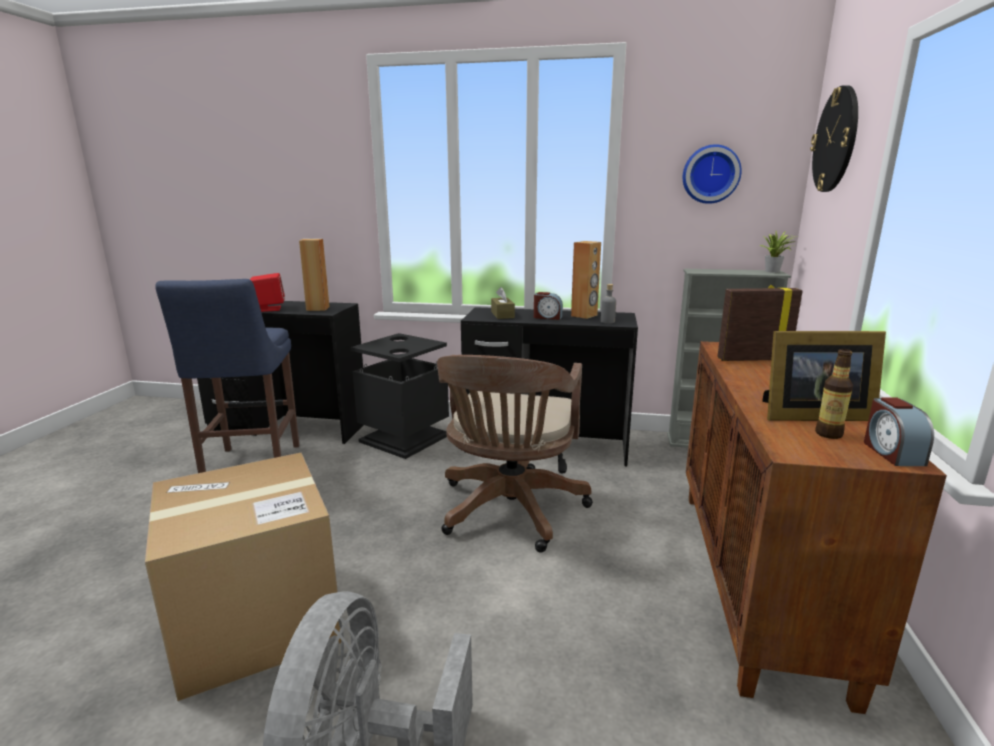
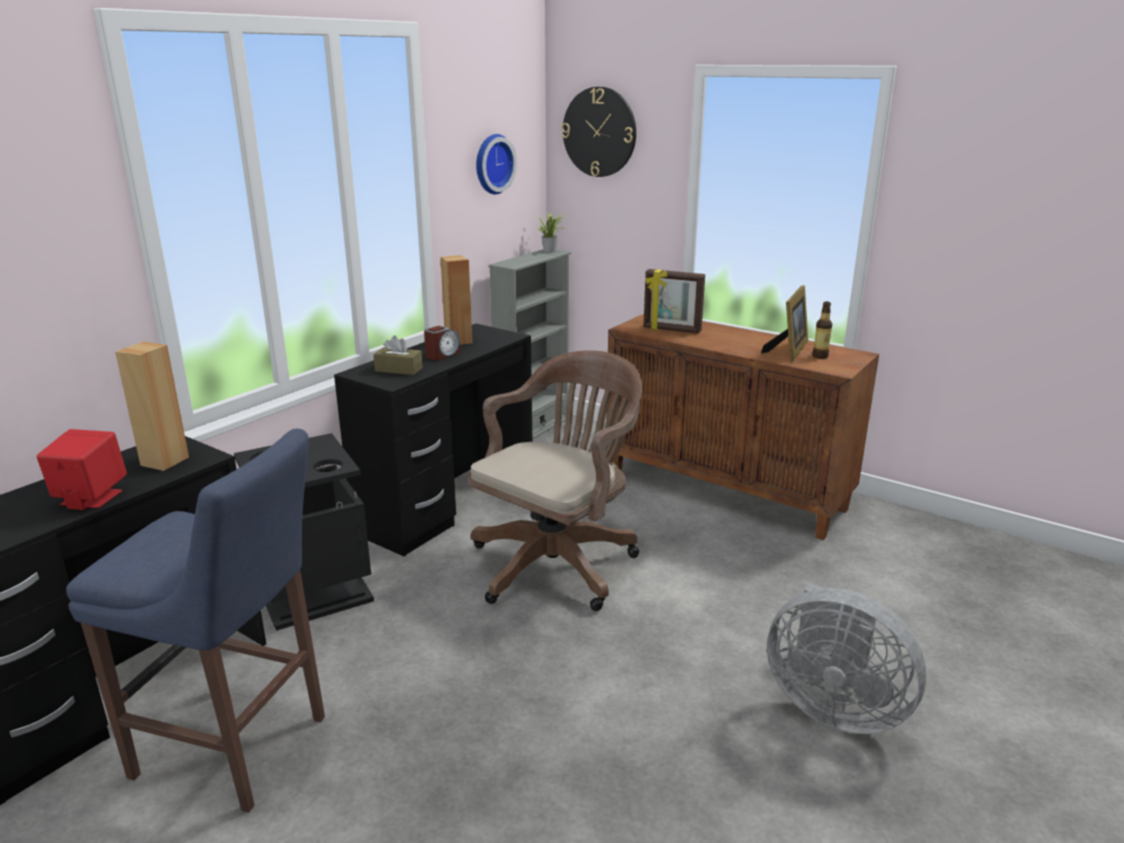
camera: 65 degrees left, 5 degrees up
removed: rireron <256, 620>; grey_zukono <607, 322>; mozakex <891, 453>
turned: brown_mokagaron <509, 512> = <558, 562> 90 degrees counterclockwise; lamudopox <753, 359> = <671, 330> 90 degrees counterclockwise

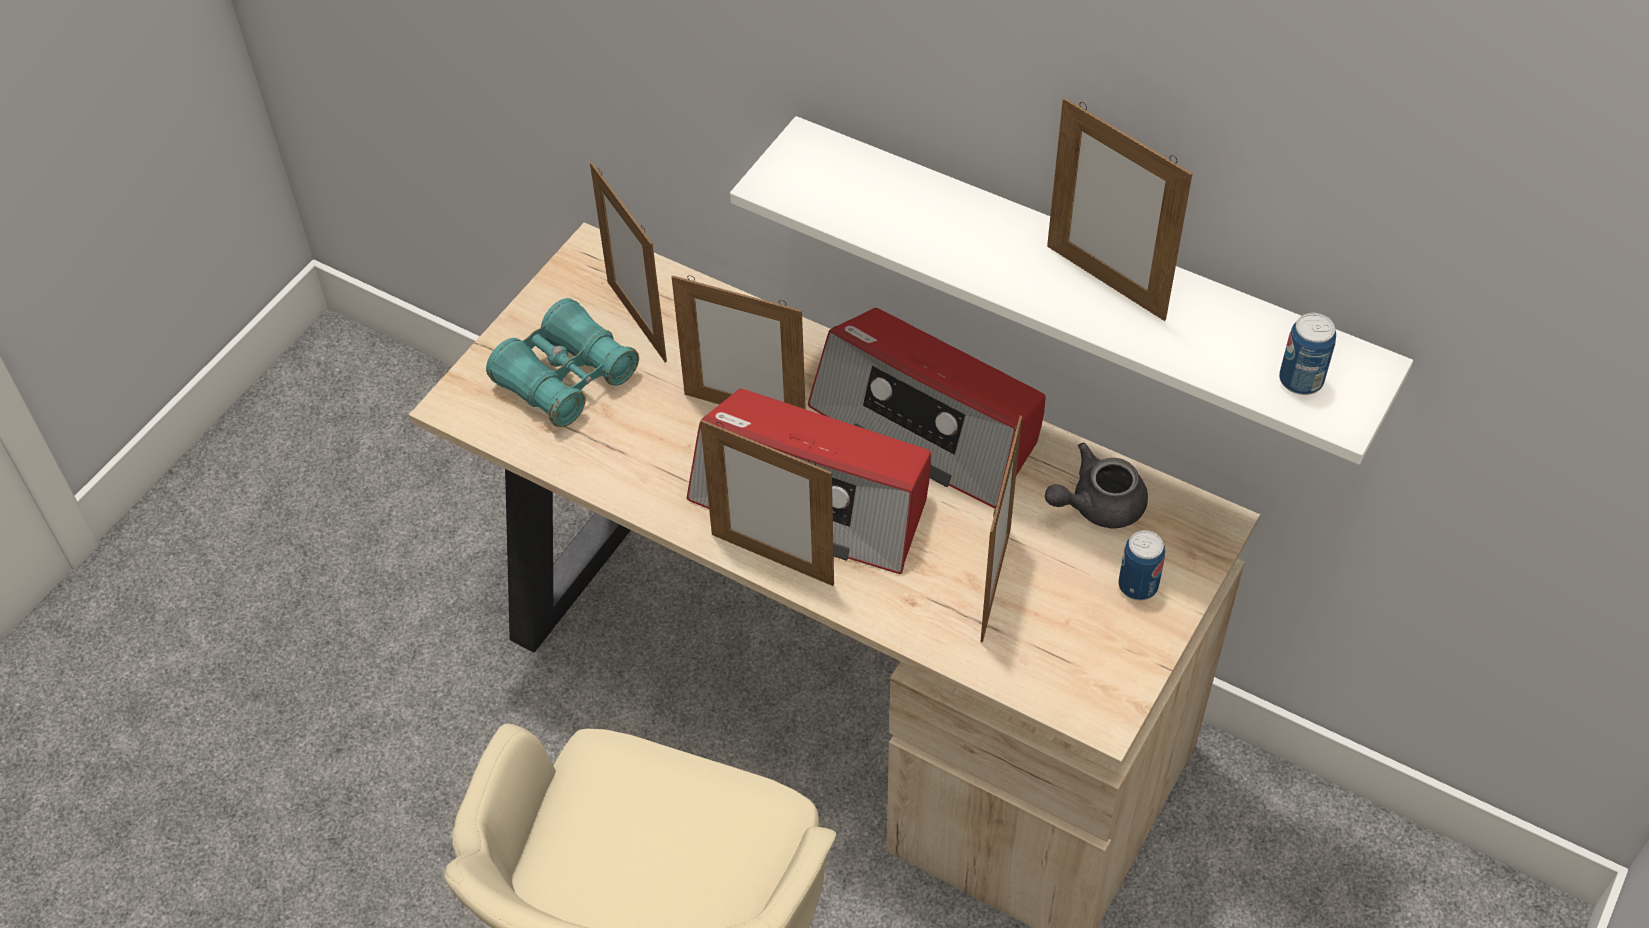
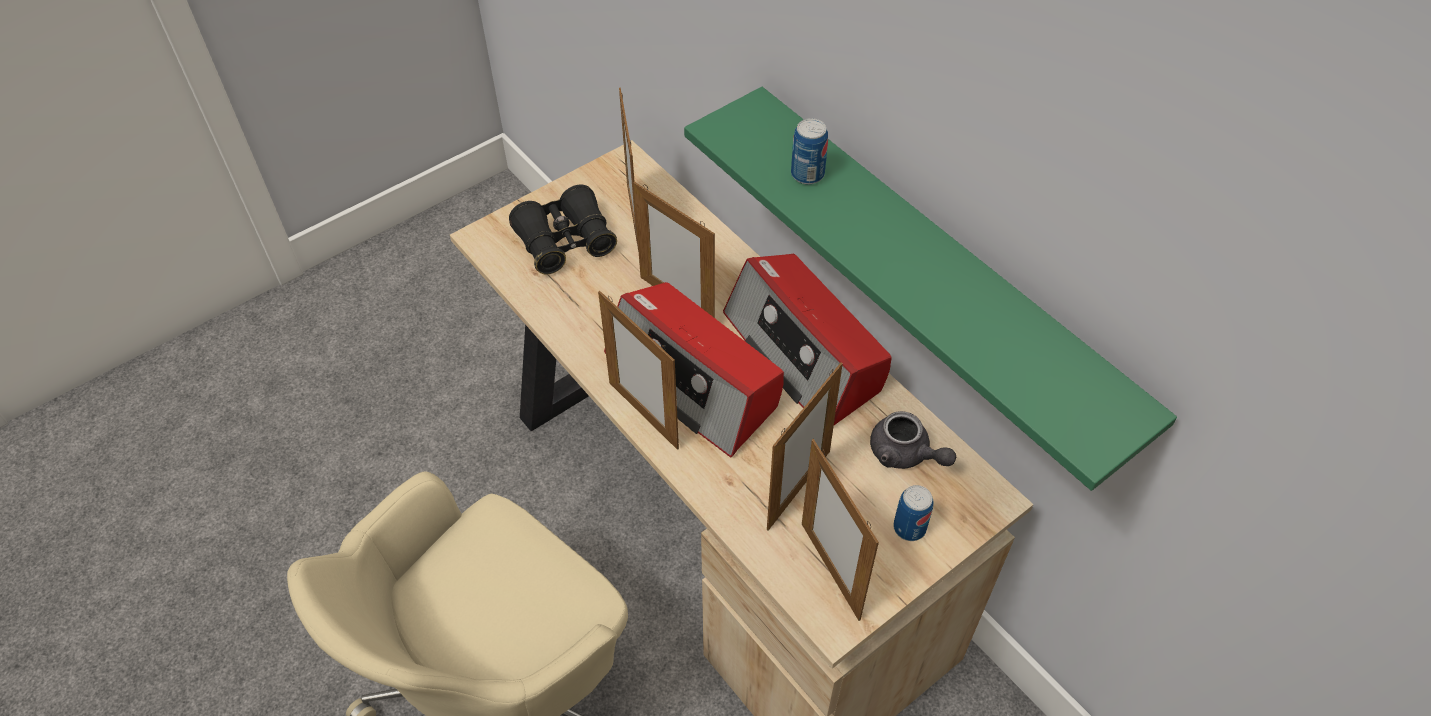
camera: 20 degrees right, 0 degrees up
moved: lamudopox <1105, 282> to <830, 570>; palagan <1301, 380> to <807, 174>
recoloured: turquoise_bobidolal <566, 378> to black_bobidolal <565, 241>; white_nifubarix <1081, 281> to green_nifubarix <935, 273>
turned: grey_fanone <1097, 505> = <905, 454> 135 degrees counterclockwise

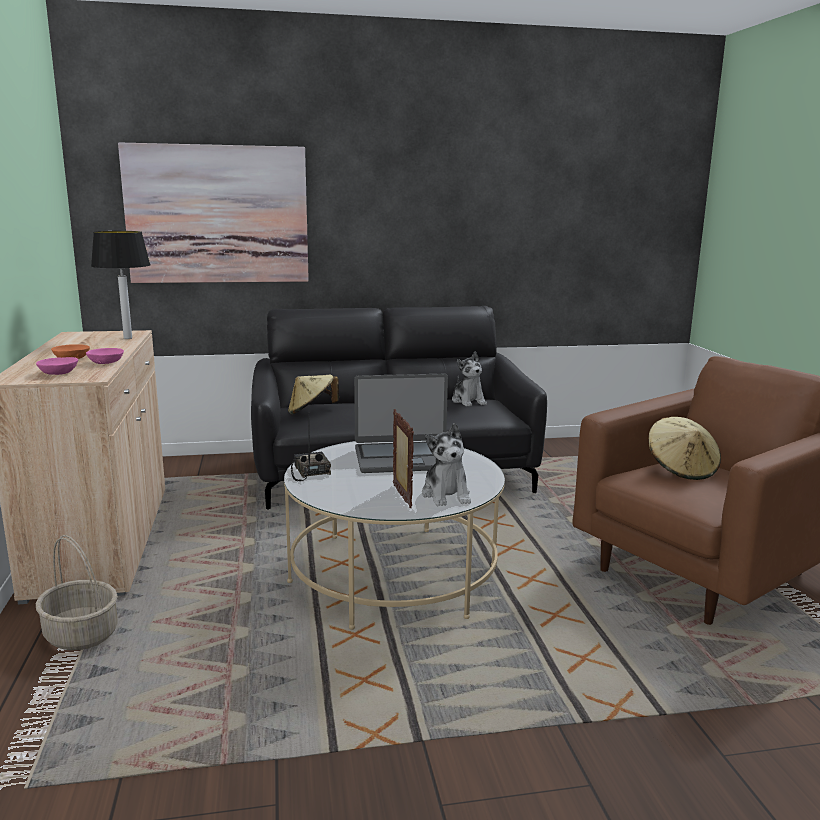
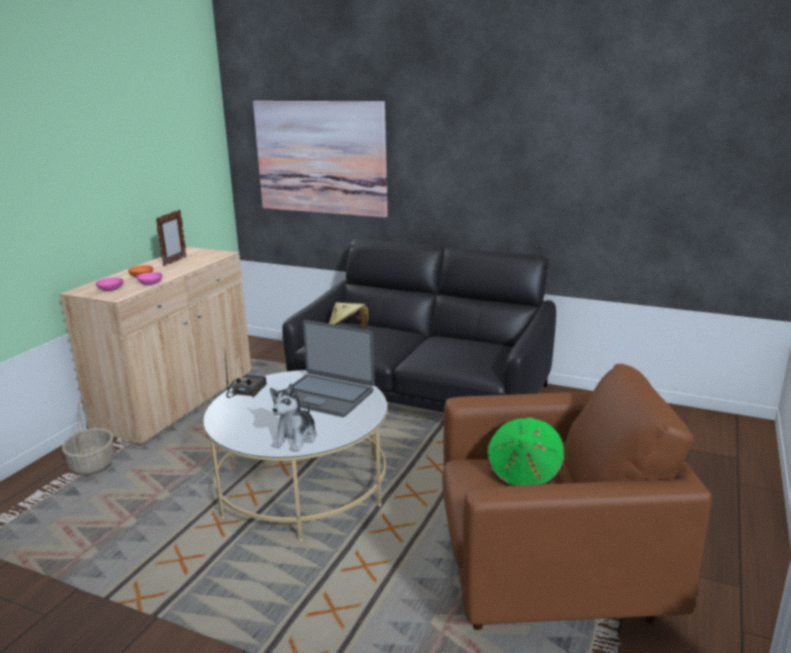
camera: 35 degrees right, 5 degrees up
removed: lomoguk <127, 338>; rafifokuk <468, 401>
moved: lamudopox <401, 497> to <174, 261>
recoloured: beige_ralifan <681, 469> to green_ralifan <524, 473>

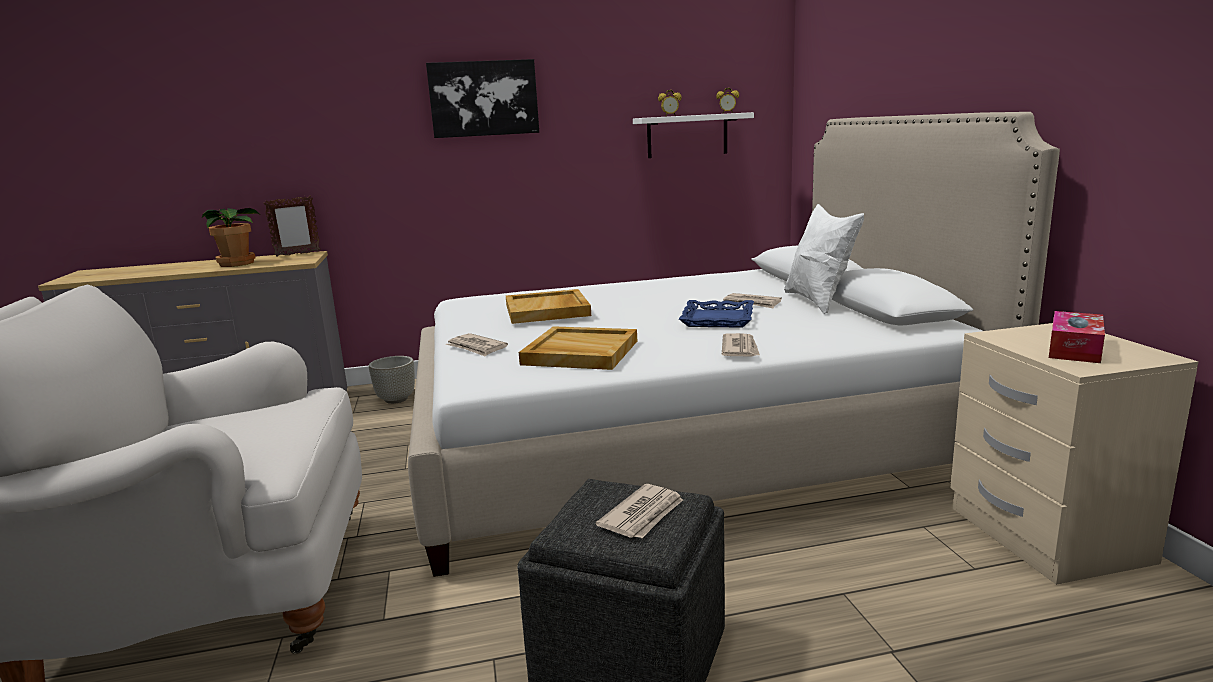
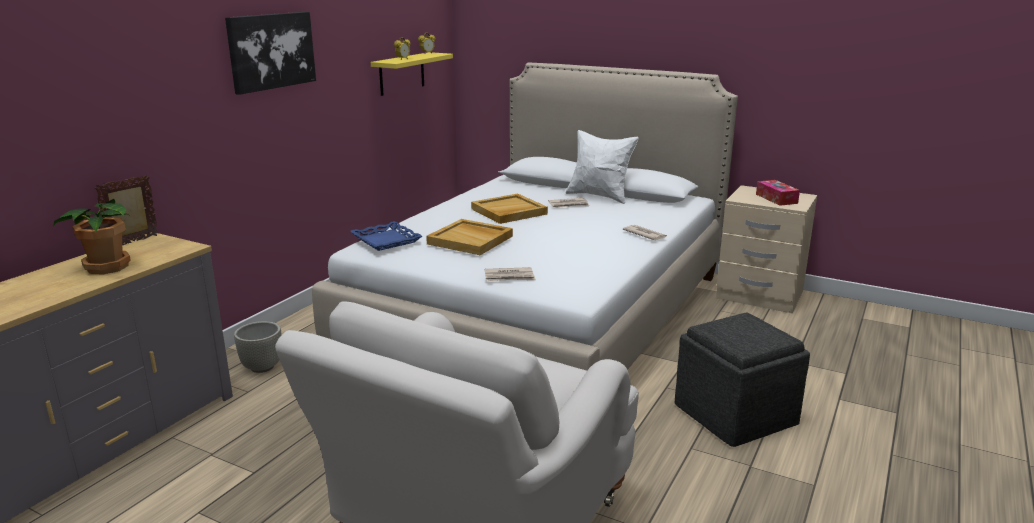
camera: 50 degrees left, 5 degrees up
removed: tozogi <643, 515>
moved: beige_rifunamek <579, 353> to <508, 212>; blue_rifunamek <717, 319> to <385, 240>
recoloured: white_nifubarix <687, 135> to yellow_nifubarix <402, 73>
turned: lamudopox <297, 254> = <134, 242> 150 degrees counterclockwise

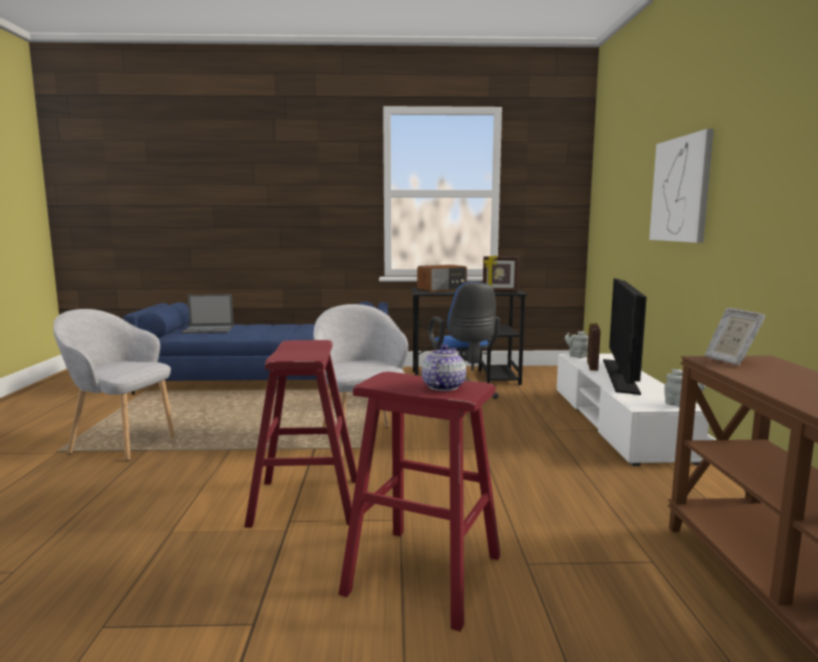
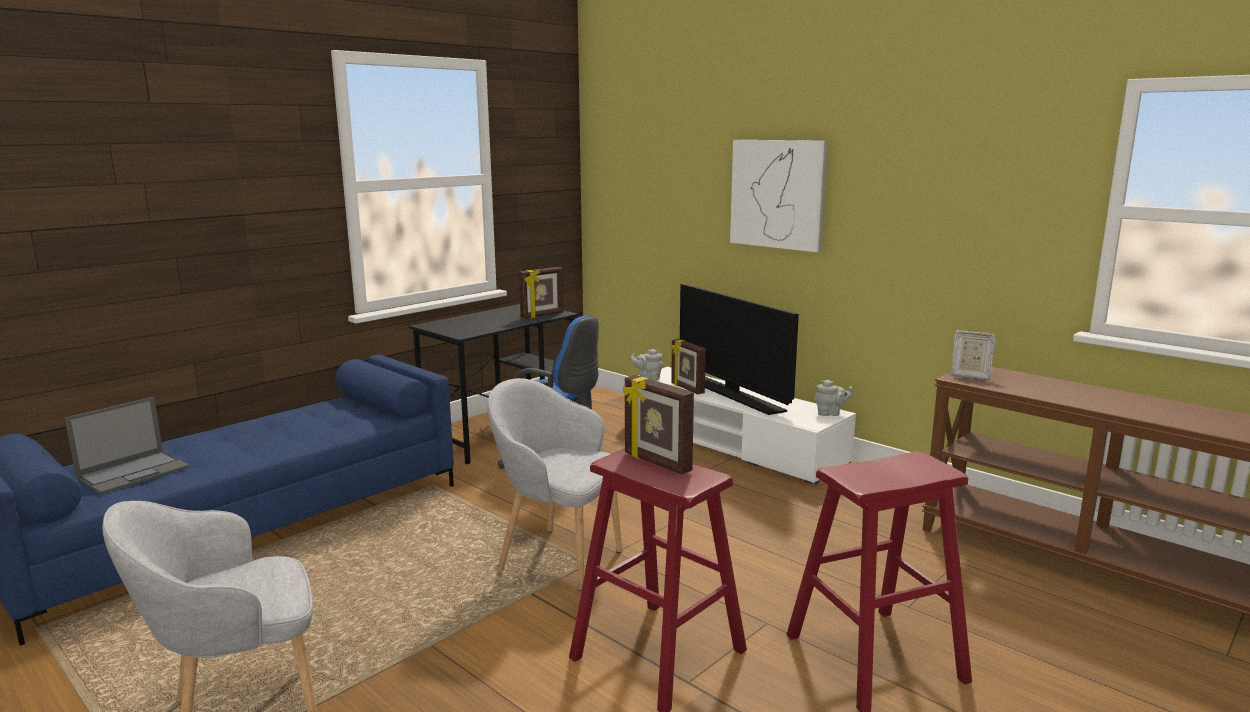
camera: 45 degrees left, 5 degrees up
removed: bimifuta <442, 290>; fanone <442, 387>
added: lamudopox <656, 462>

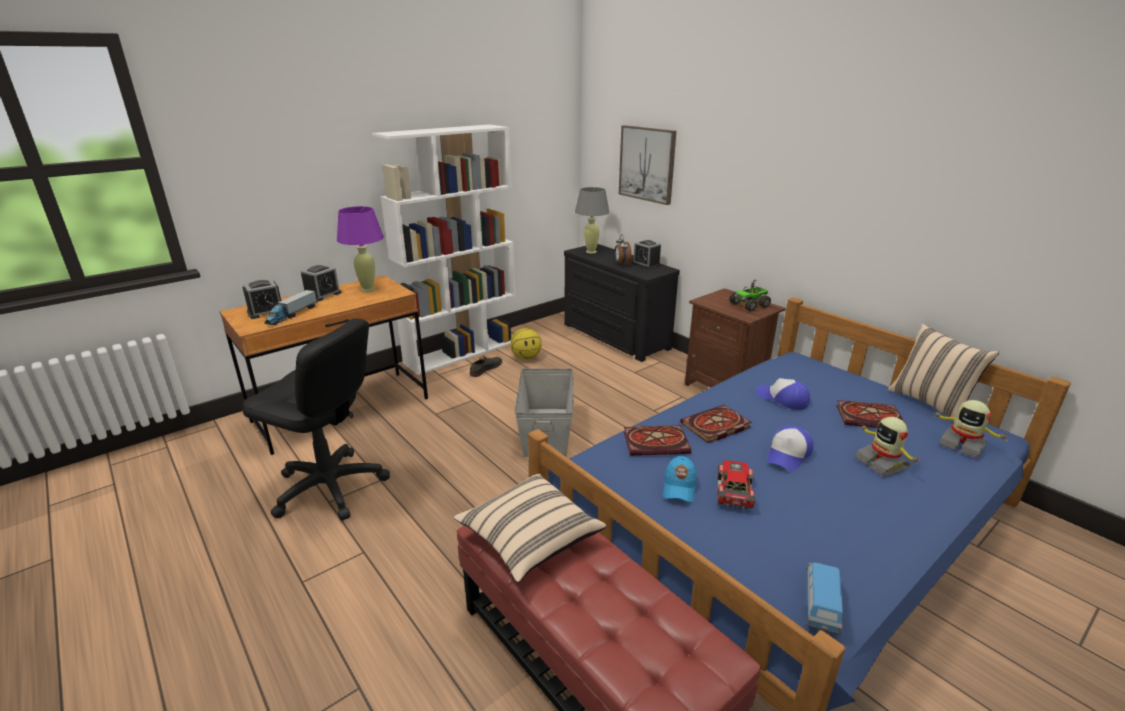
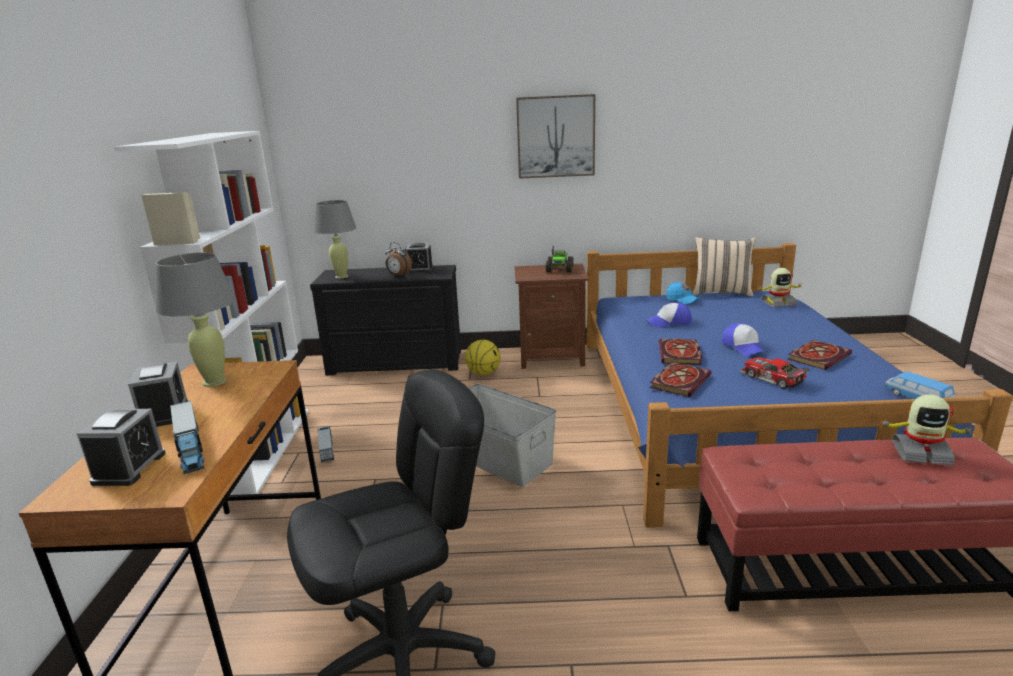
camera: 50 degrees left, 5 degrees down
removed: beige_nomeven <529, 539>
moved: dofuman <526, 357> to <483, 373>; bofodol <647, 164> to <555, 136>; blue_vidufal <679, 487> to <682, 300>; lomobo <870, 417> to <818, 356>; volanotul <881, 463> to <920, 453>
replaced: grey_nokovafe <486, 368> to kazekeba <326, 448>
recoloured: purple_lomoguk <368, 288> to grey_lomoguk <214, 381>

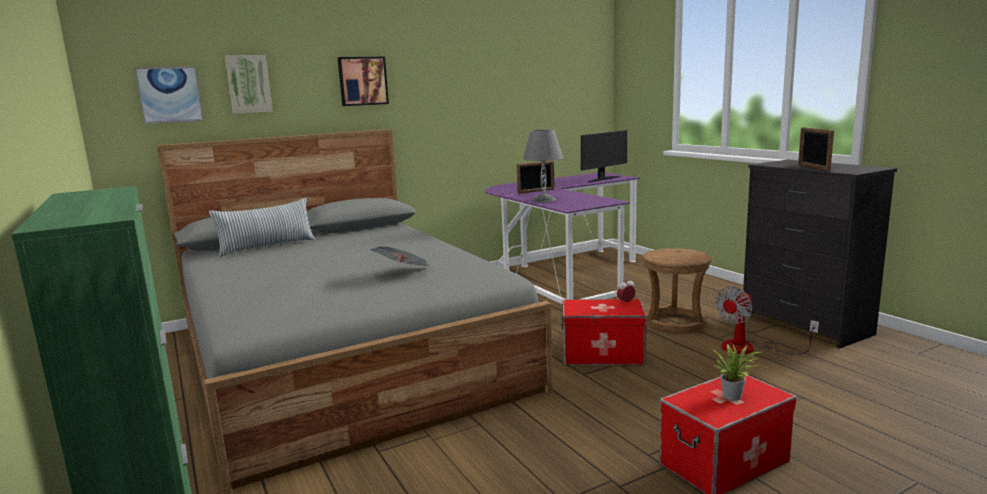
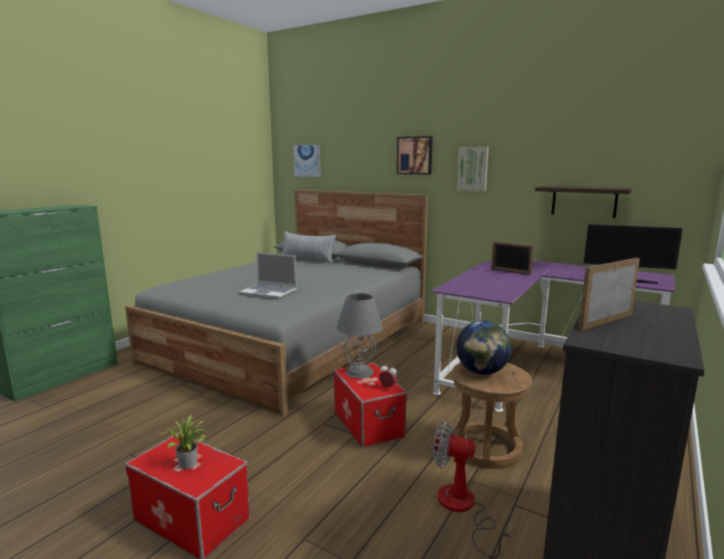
camera: 60 degrees right, 0 degrees up
added: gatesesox <481, 372>; nifubarix <584, 201>
moved: bofodol <248, 84> to <473, 168>; grey_lomoguk <543, 200> to <359, 371>
replaced: tozogi <404, 272> to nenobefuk <269, 292>

